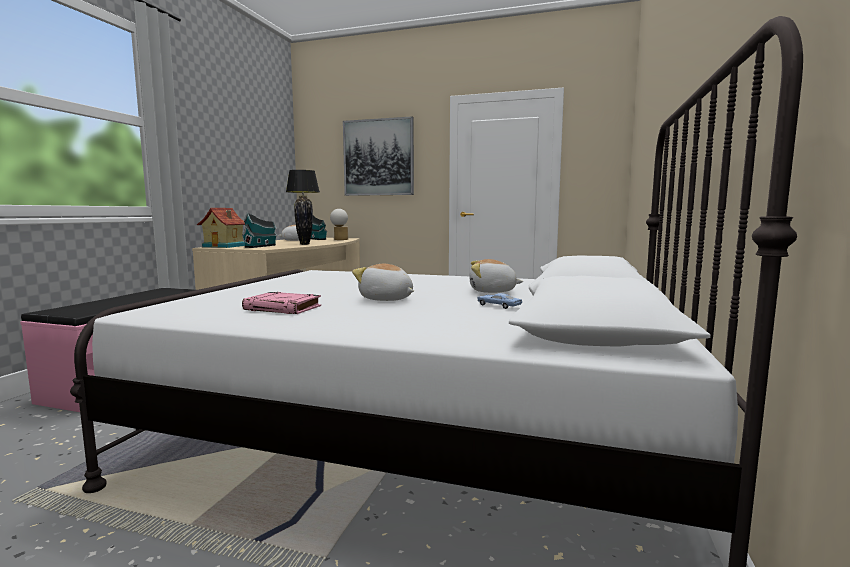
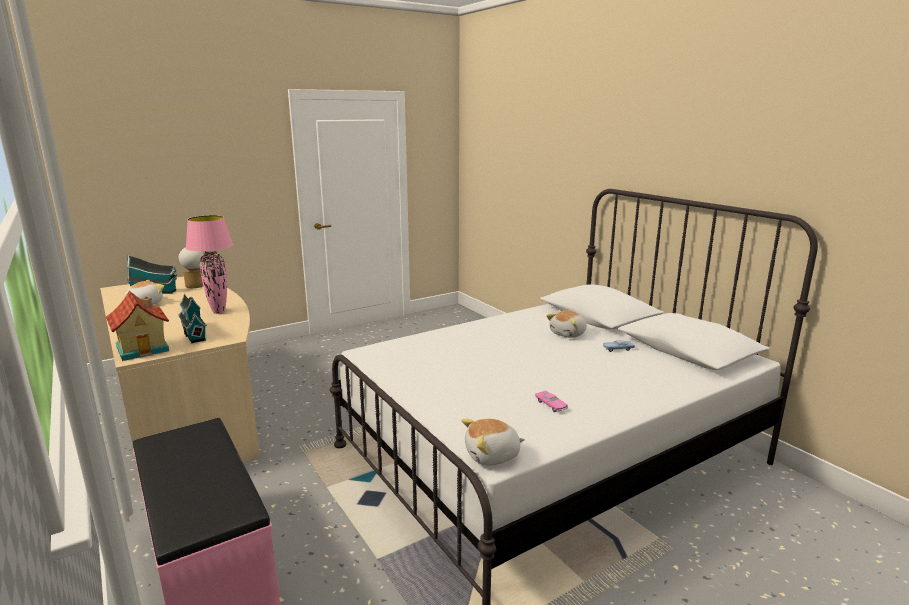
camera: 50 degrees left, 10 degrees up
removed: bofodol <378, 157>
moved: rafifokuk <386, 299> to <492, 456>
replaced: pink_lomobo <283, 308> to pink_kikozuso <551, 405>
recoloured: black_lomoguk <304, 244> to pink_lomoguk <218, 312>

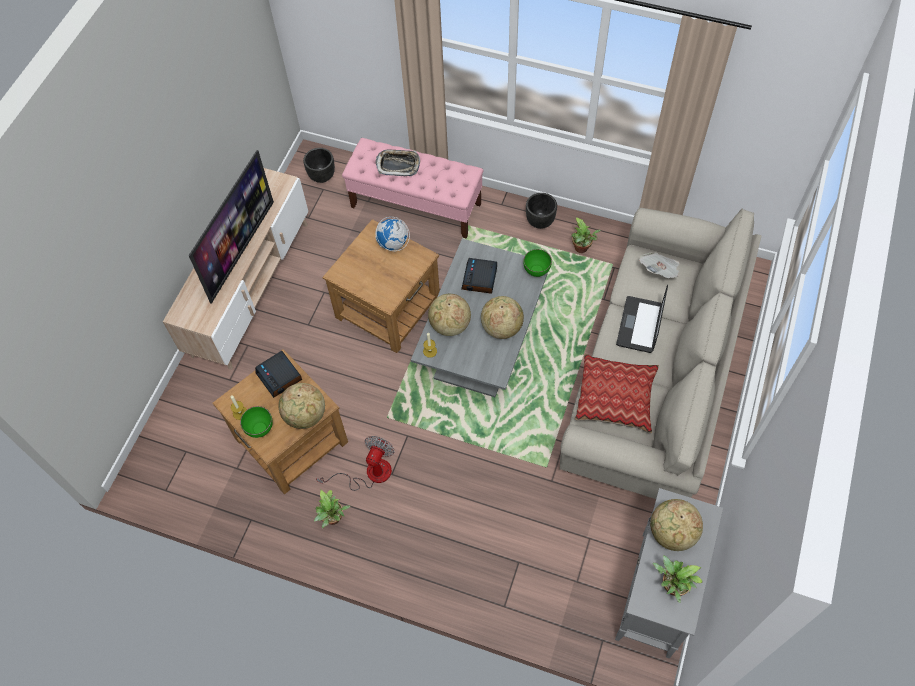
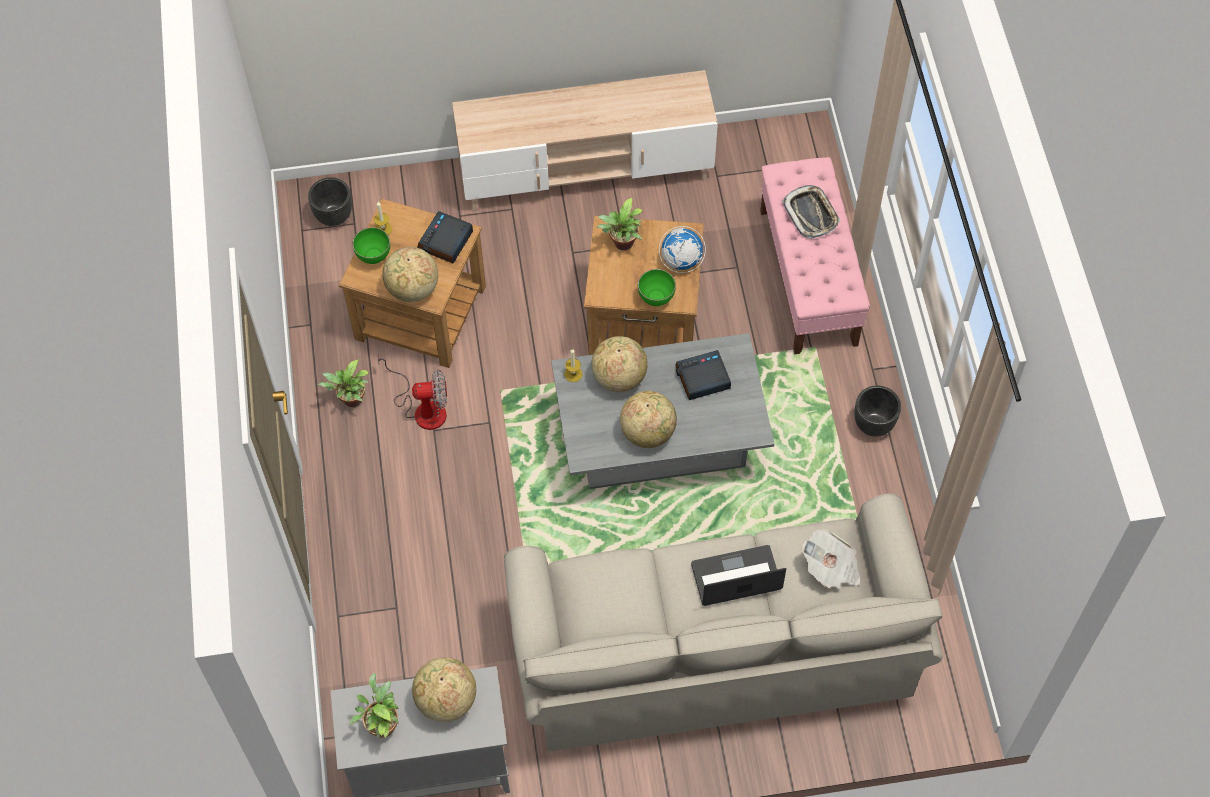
camera: 60 degrees right, 0 degrees up
removed: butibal <241, 250>; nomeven <616, 397>
moved: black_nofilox <322, 176> to <334, 216>; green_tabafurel <537, 271> to <656, 300>; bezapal <582, 249> to <622, 244>

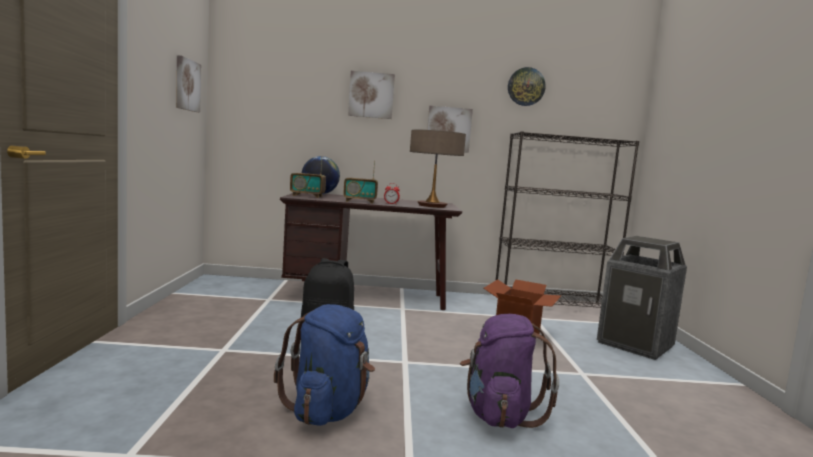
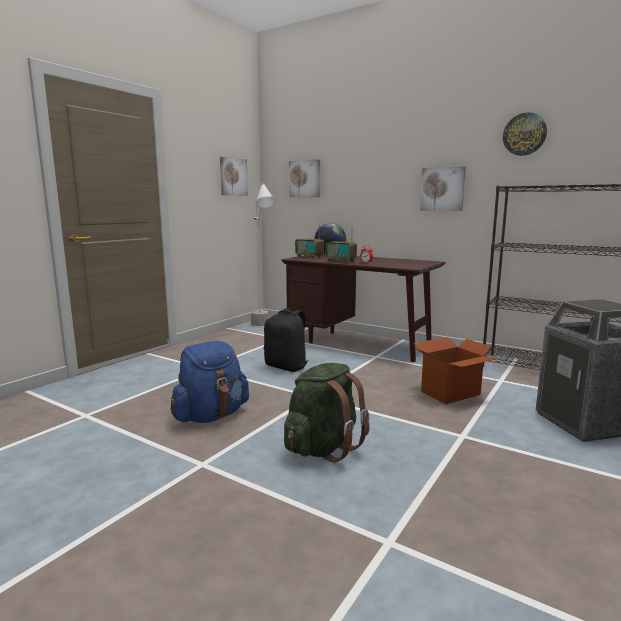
camera: 35 degrees right, 5 degrees up
removed: lomoguk <432, 206>
added: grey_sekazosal <263, 327>
moved: bofodol <371, 95> to <305, 179>
recoloured: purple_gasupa <499, 415> to green_gasupa <323, 447>

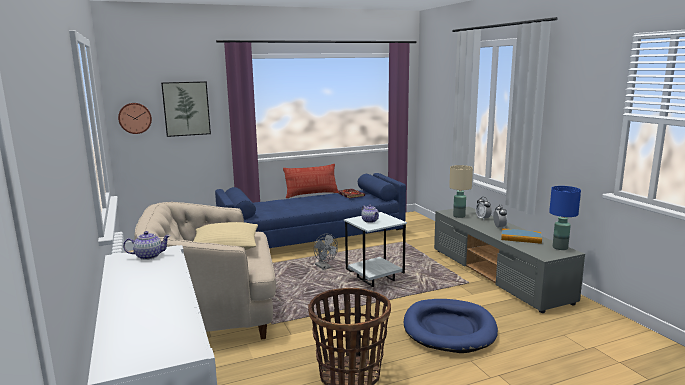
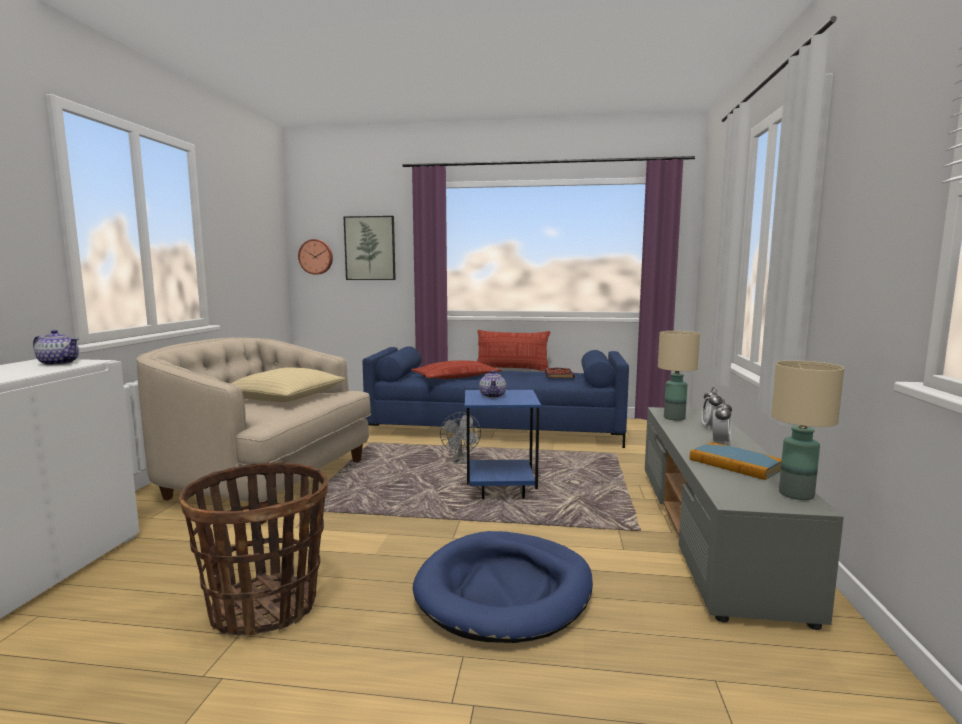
camera: 30 degrees right, 5 degrees down
added: nomeven <456, 377>
recoloured: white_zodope <374, 279> to blue_zodope <501, 490>; blue_lomoguk <559, 247> to beige_lomoguk <795, 494>

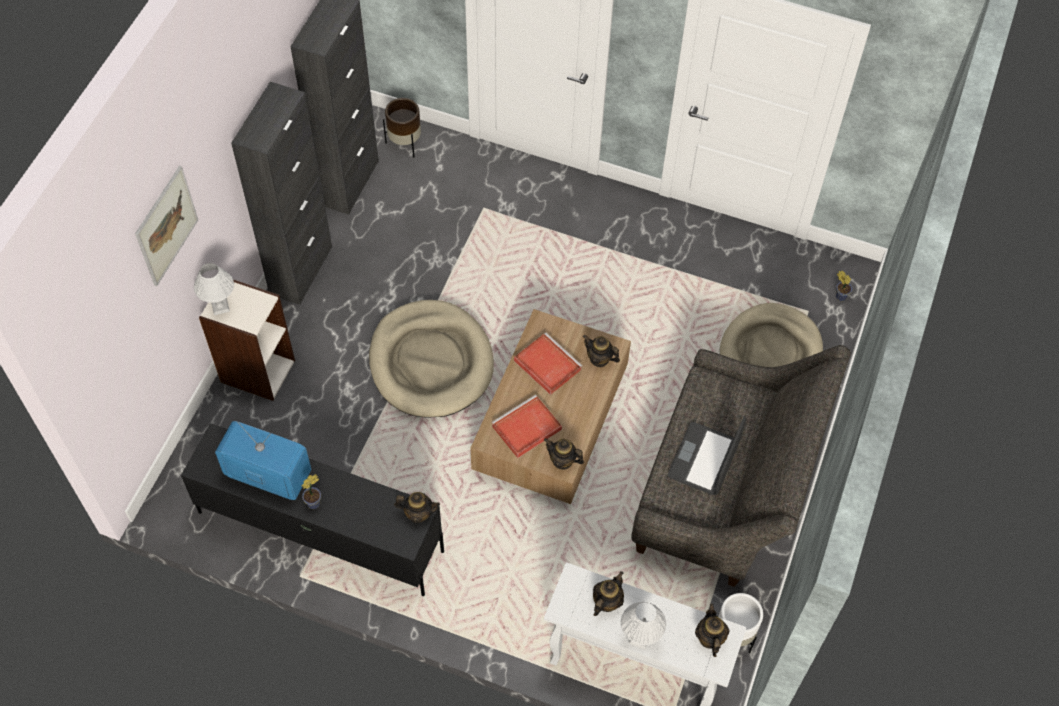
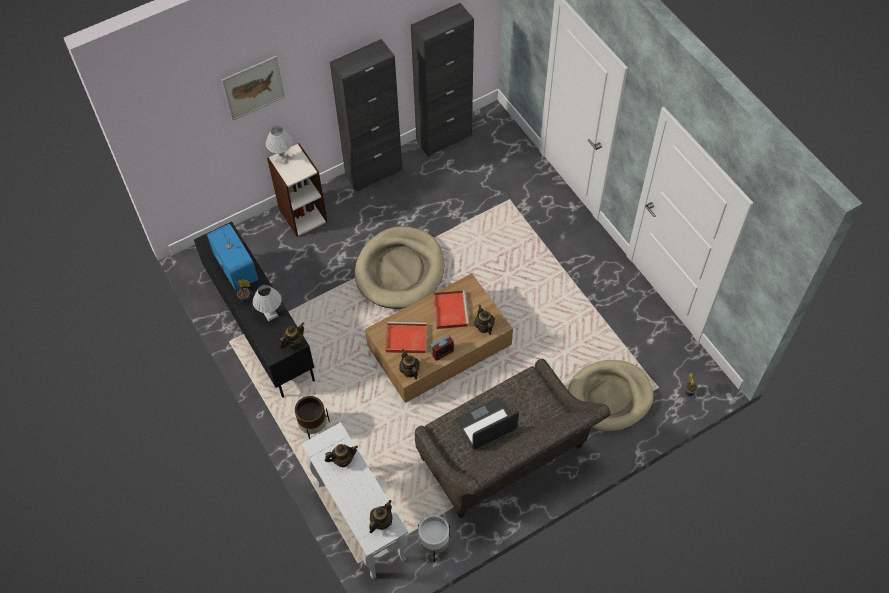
camera: 40 degrees right, 0 degrees up
added: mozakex <442, 352>
moved: brown_nofilox <405, 144> to <313, 427>; white_lomoguk <640, 639> to <270, 315>
turned: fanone <418, 513> = <294, 342> 90 degrees counterclockwise

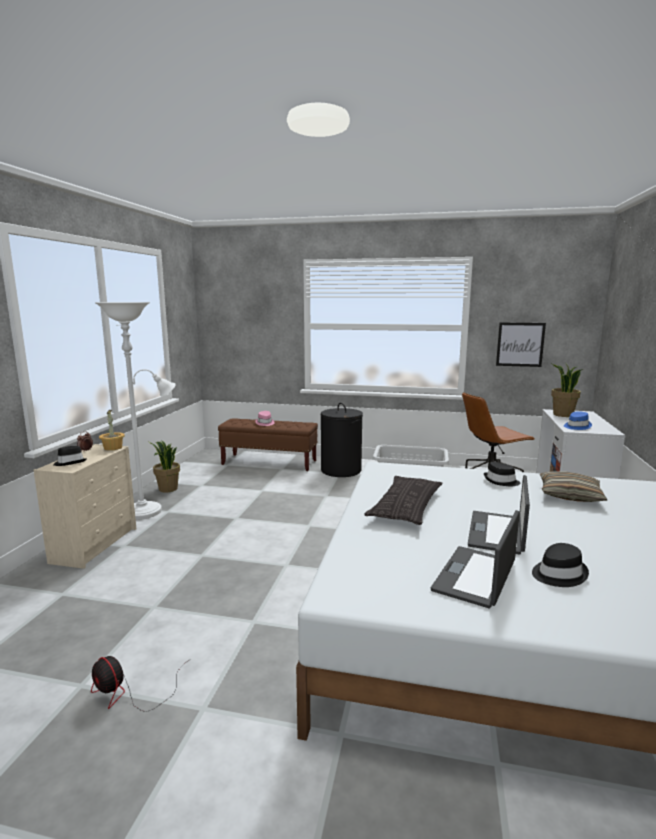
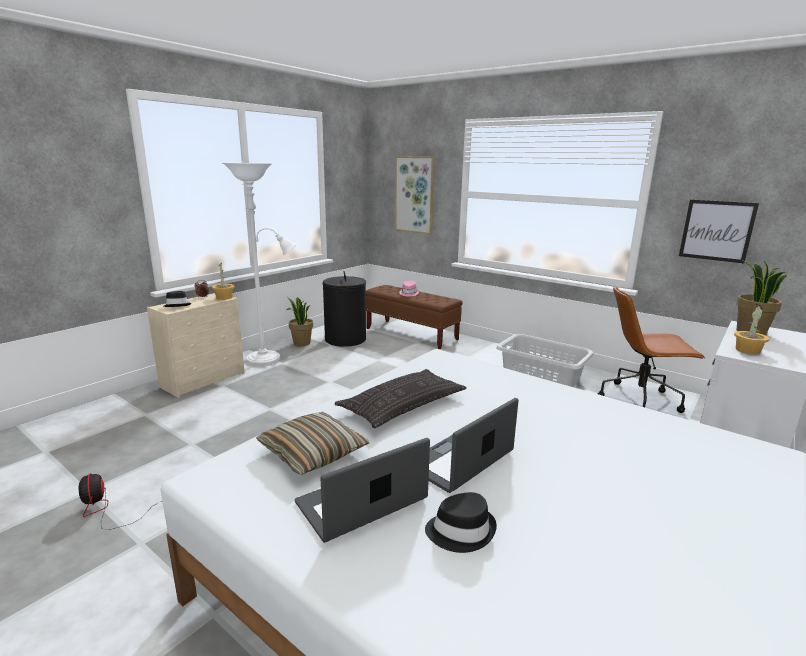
camera: 25 degrees right, 5 degrees up
removed: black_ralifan <501, 481>
added: bofodol <414, 195>
moved: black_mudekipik <341, 470> to <345, 339>; nomeven <570, 495> to <313, 452>
replaced: blue_ralifan <576, 426> to bezapal <747, 350>

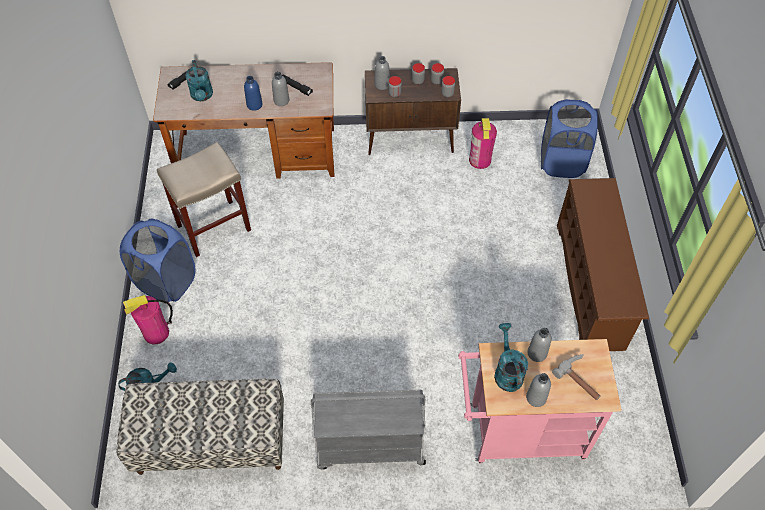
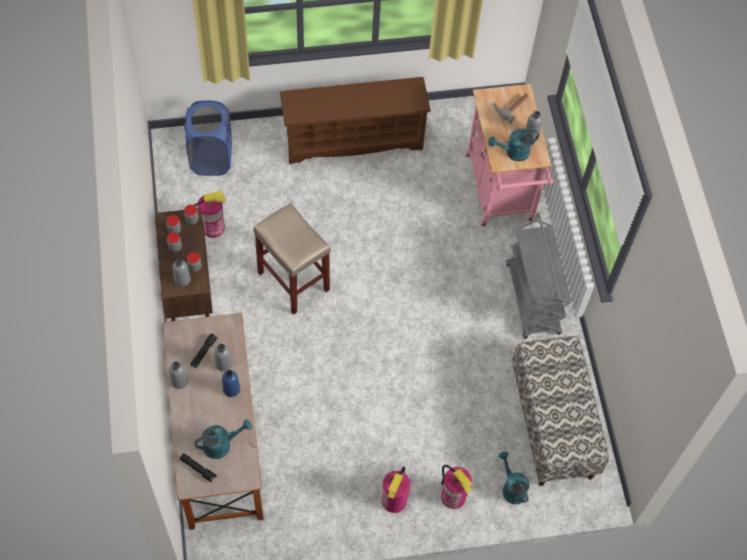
camera: 100 degrees left, 5 degrees up
moved: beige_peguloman <213, 228> to <294, 282>; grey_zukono <537, 353> to <179, 381>
replaced: blue_mudekipik <166, 282> to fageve <394, 500>

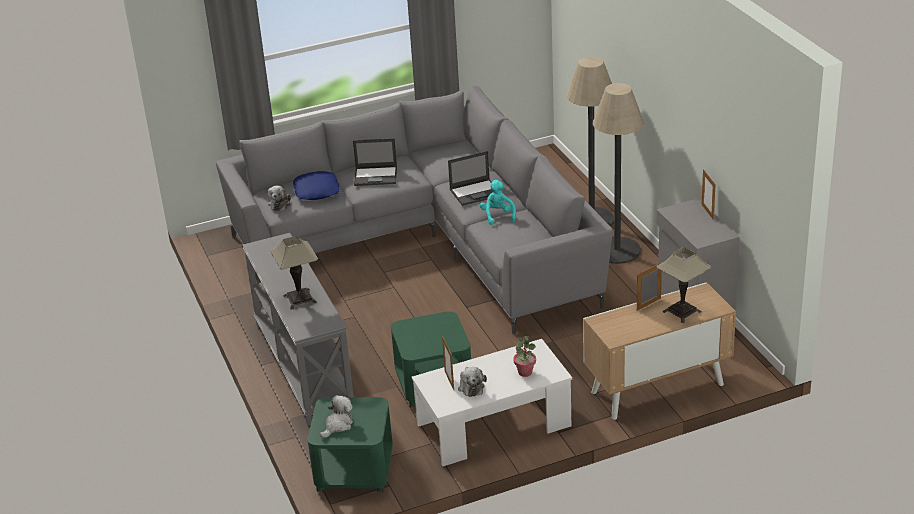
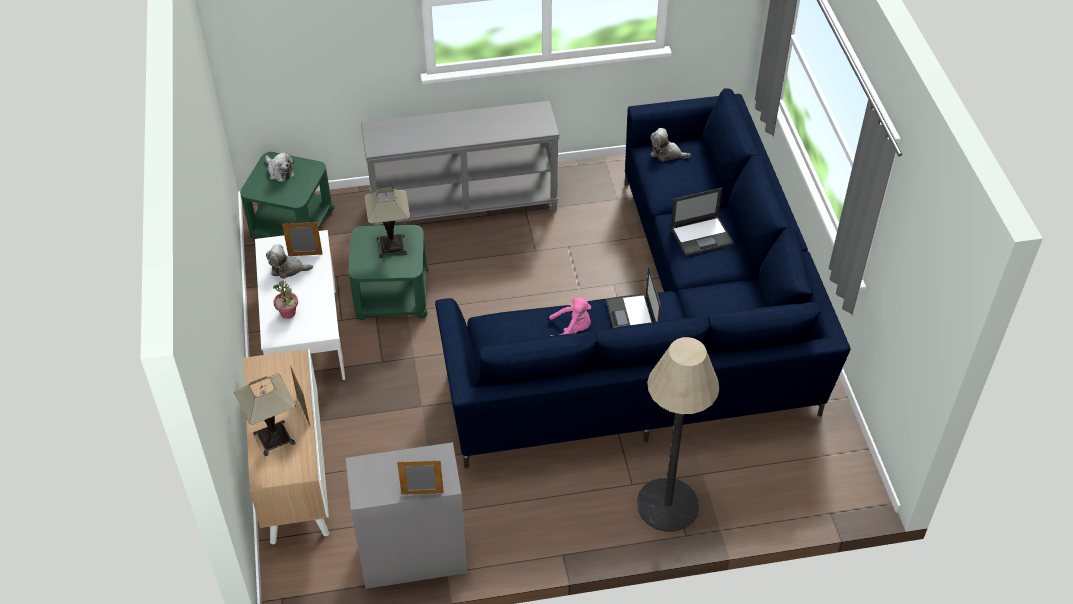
camera: 100 degrees right, 15 degrees up
removed: blue_nomeven <317, 191>; sekazosal <617, 250>
moved: lomoguk <300, 299> to <392, 246>
recoloured: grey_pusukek <432, 242> to blue_pusukek <662, 334>; turquoise_rafifokuk <498, 216> to pink_rafifokuk <571, 330>
turned: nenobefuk <376, 176> = <702, 235> 120 degrees counterclockwise

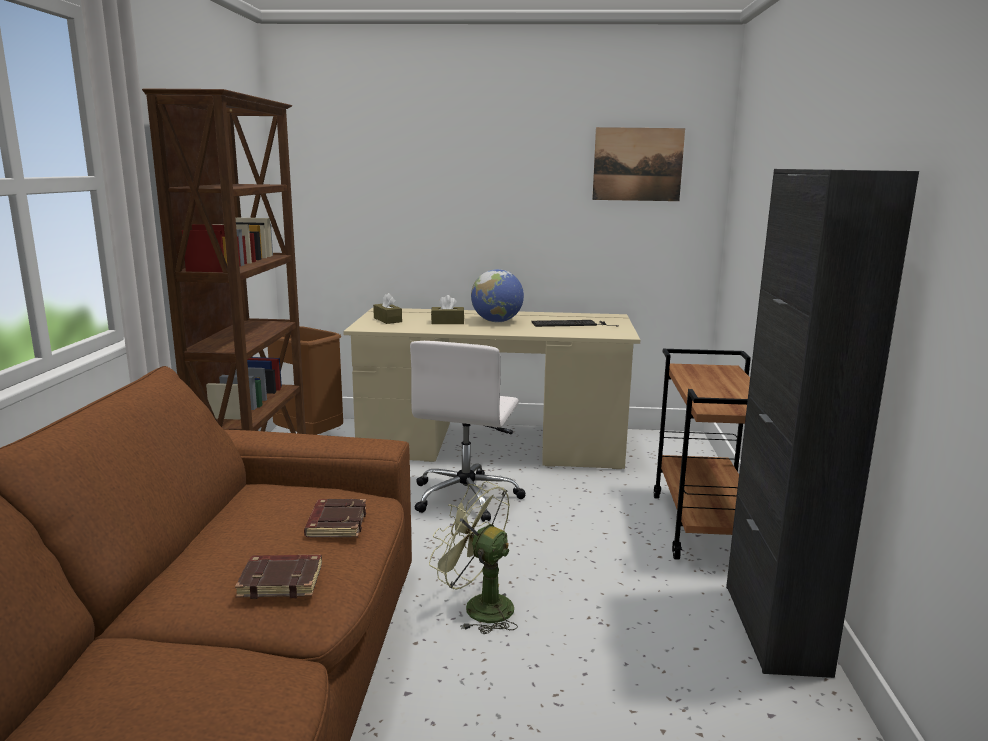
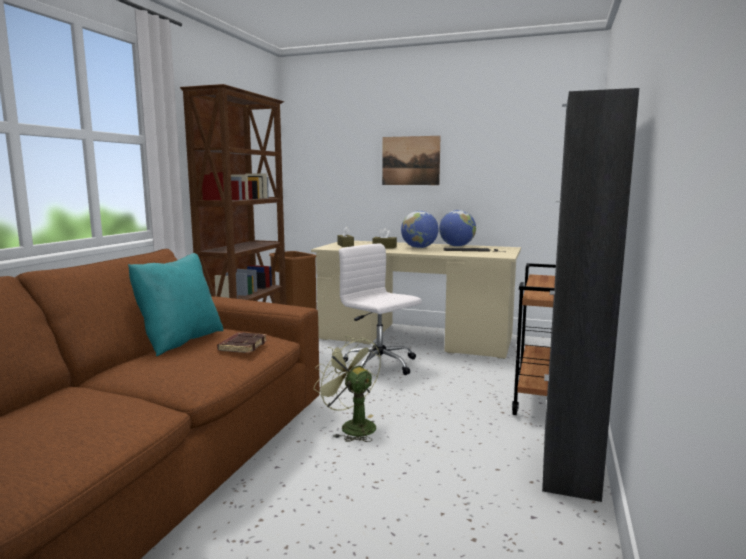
camera: 15 degrees right, 5 degrees down
removed: brown_lomobo <282, 581>
added: turquoise_nomeven <180, 341>; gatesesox <457, 246>
moved: bofodol <637, 164> to <410, 160>
turned: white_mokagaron <466, 497> = <380, 365> 105 degrees clockwise

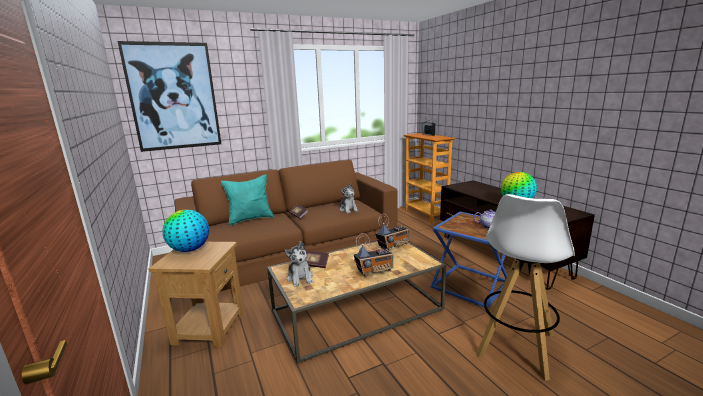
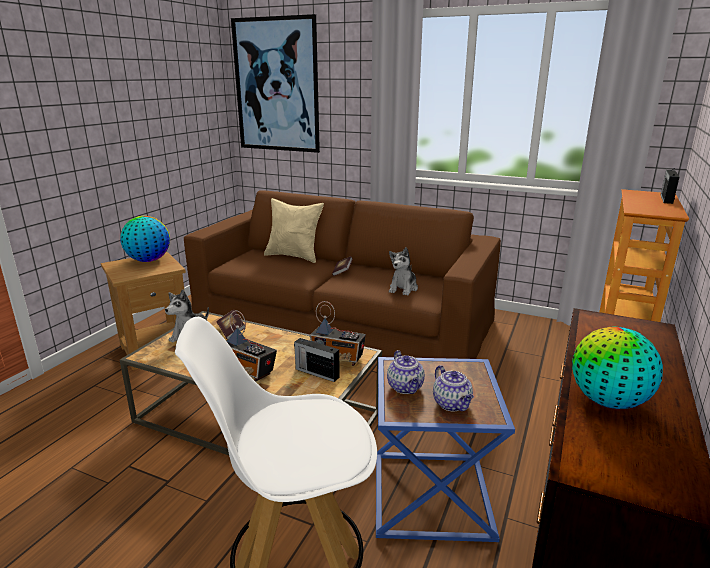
camera: 50 degrees right, 5 degrees up
added: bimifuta <316, 372>; fanone <406, 388>
recoloured: turquoise_nomeven <250, 219> to beige_nomeven <294, 256>

